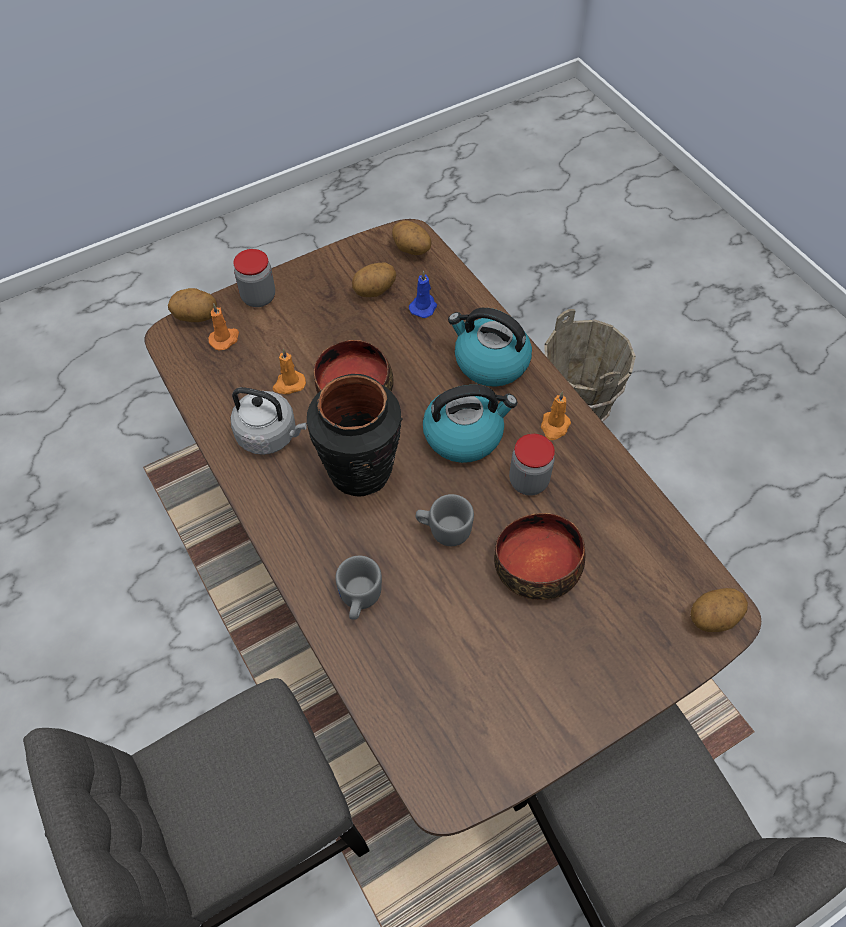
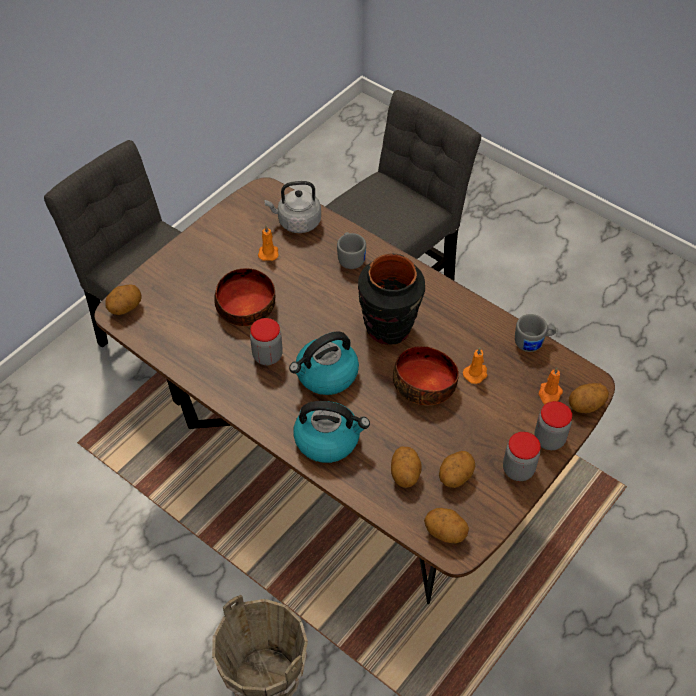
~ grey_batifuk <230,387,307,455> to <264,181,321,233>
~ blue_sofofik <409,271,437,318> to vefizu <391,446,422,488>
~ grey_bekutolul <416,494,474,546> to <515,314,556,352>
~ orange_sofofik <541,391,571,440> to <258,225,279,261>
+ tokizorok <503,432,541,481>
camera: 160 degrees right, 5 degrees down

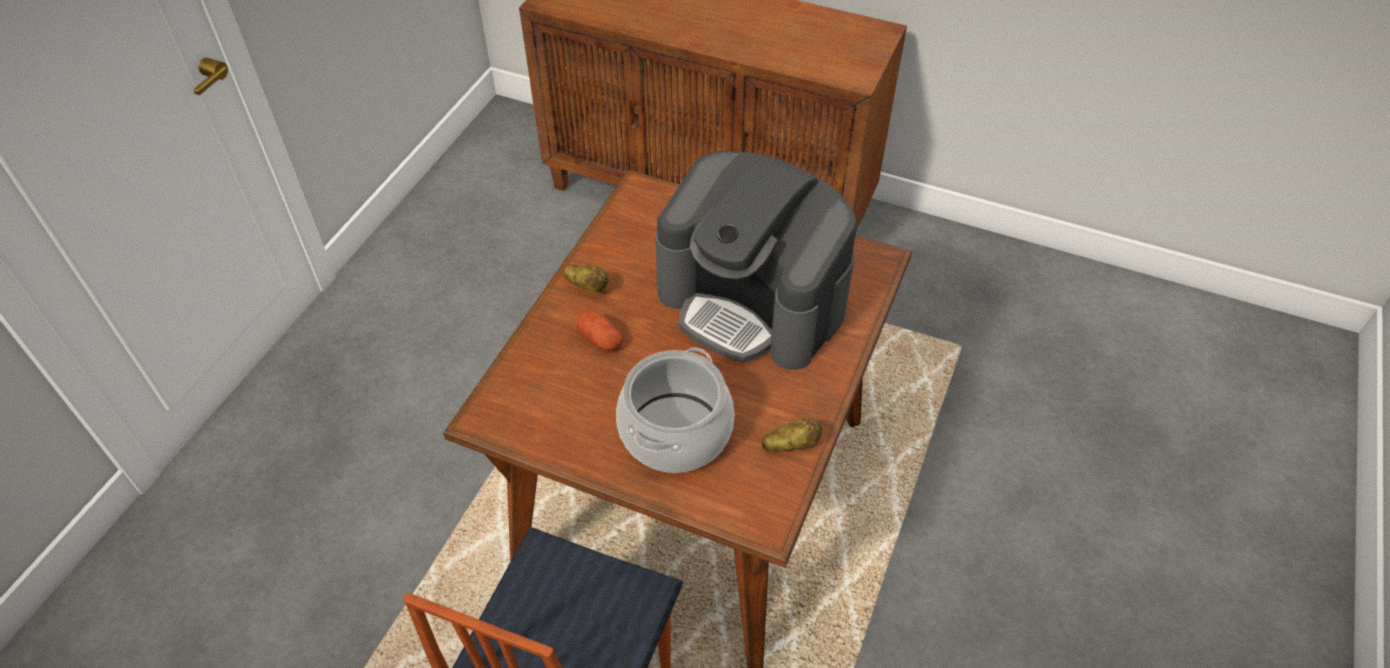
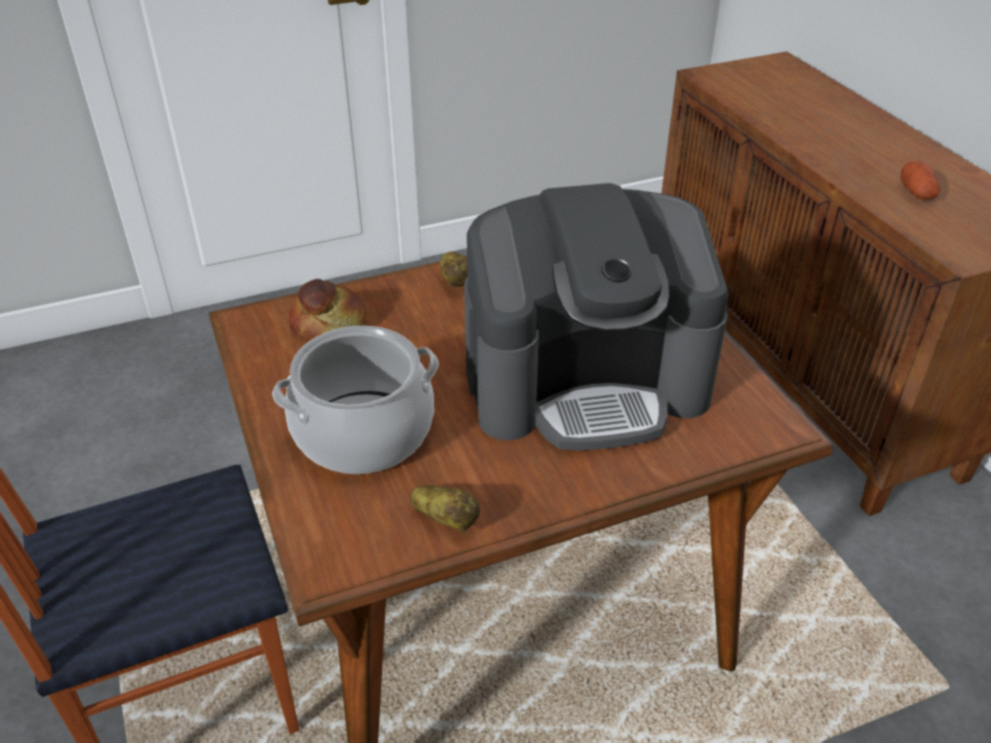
~ vefizu <577,310,623,351> to <900,161,940,200>
~ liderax <656,151,857,370> = <464,183,729,451> 90 degrees counterclockwise
+ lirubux <289,279,366,341>
camera: 45 degrees right, 10 degrees down

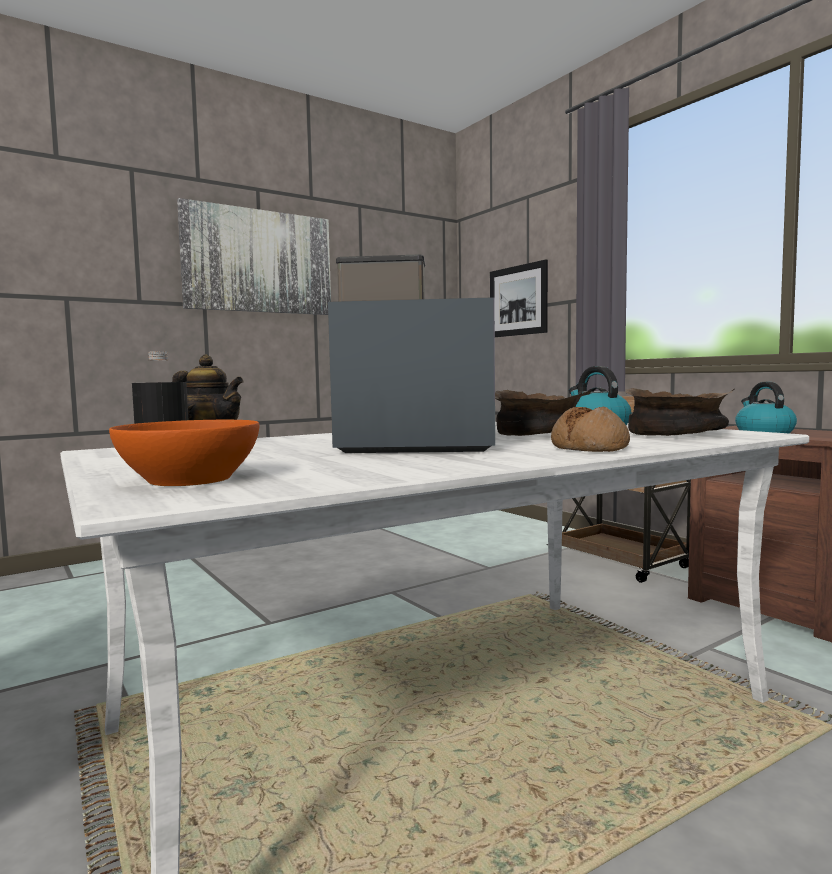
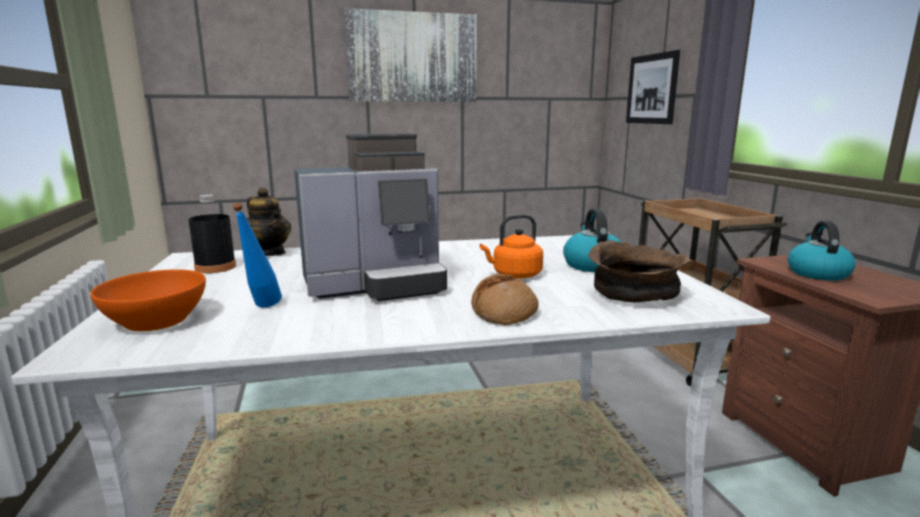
~ liderax <328,255,495,453> = <294,133,447,301> 135 degrees clockwise
~ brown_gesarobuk <495,390,591,436> to orange_batifuk <480,214,543,279>
+ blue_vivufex <232,203,282,308>
camera: 20 degrees right, 10 degrees up

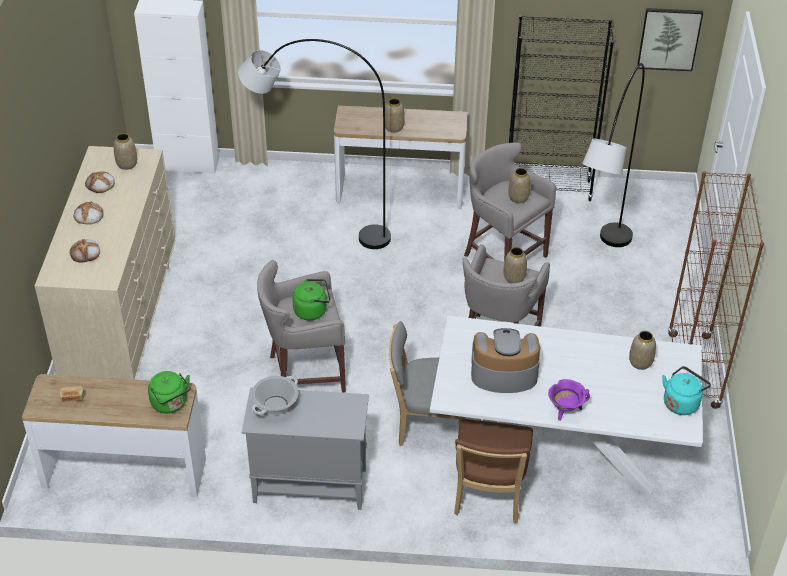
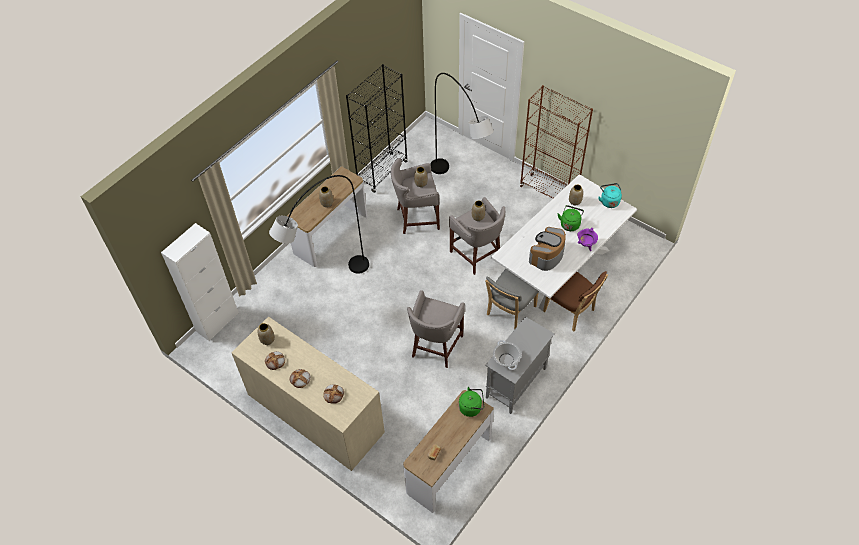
~ green_batifuk <292,279,330,320> to <558,205,584,231>
- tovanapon <637,8,703,71>
camera: 55 degrees left, 10 degrees up

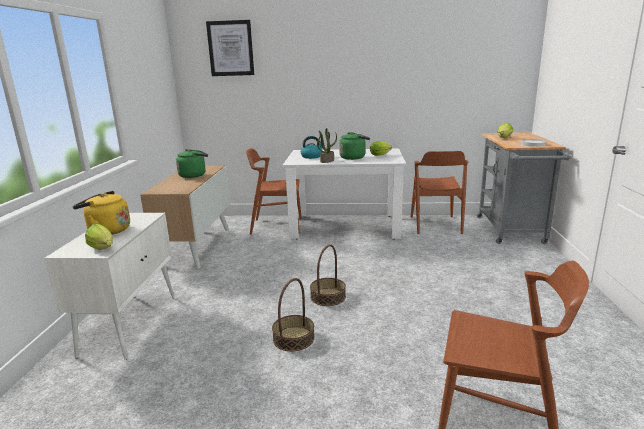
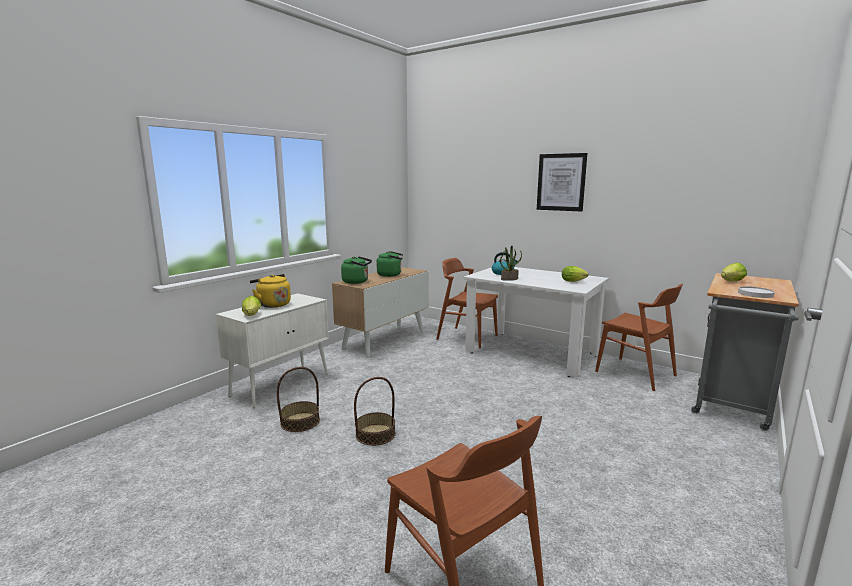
~ tovanapon <206,20,254,76> to <537,153,587,212>
~ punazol <310,244,346,306> to <277,367,320,432>
~ green_batifuk <339,132,370,160> to <341,256,372,284>
~ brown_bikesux <411,151,468,234> = <595,284,683,391> 75 degrees counterclockwise
camera: 30 degrees right, 5 degrees down

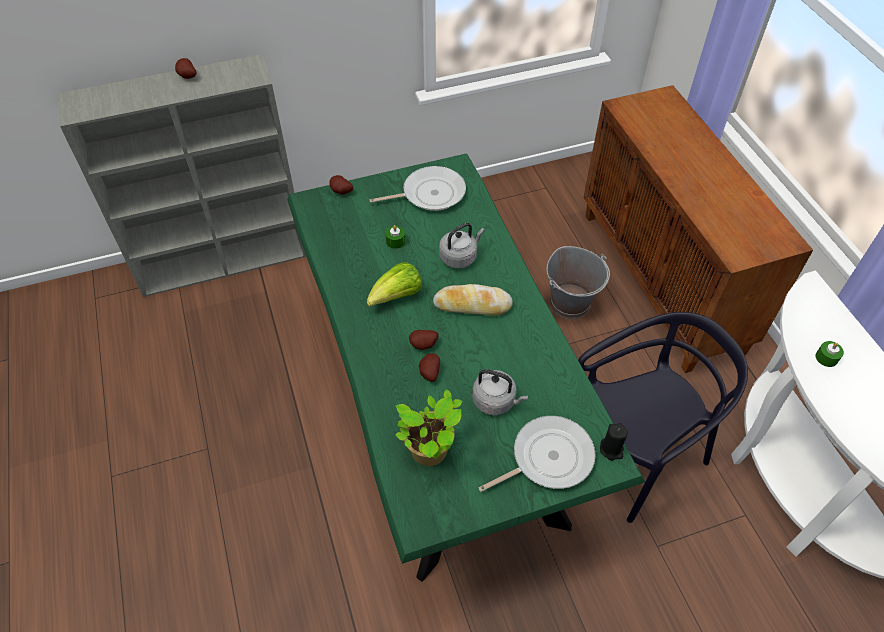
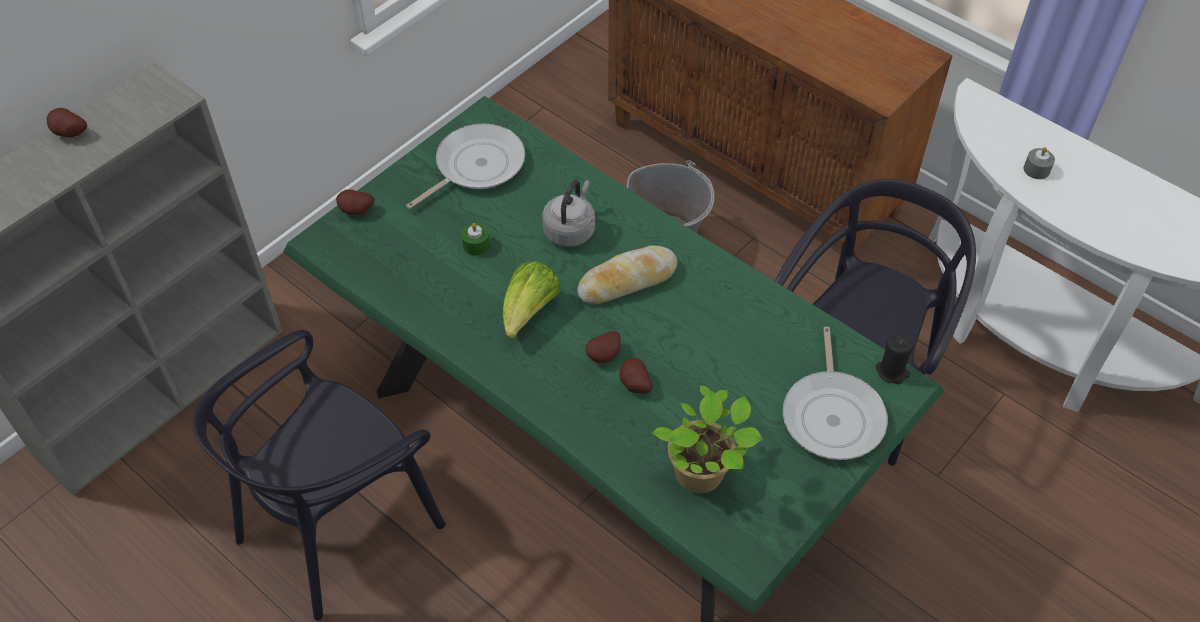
- grey_batifuk <472,369,528,415>
~ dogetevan <479,416,596,492> = <783,327,888,460> 150 degrees clockwise
~ green_sofofik <815,341,844,367> to grey_sofofik <1024,147,1055,179>
+ black_bikesux <193,330,446,621>
camera: 30 degrees left, 0 degrees up

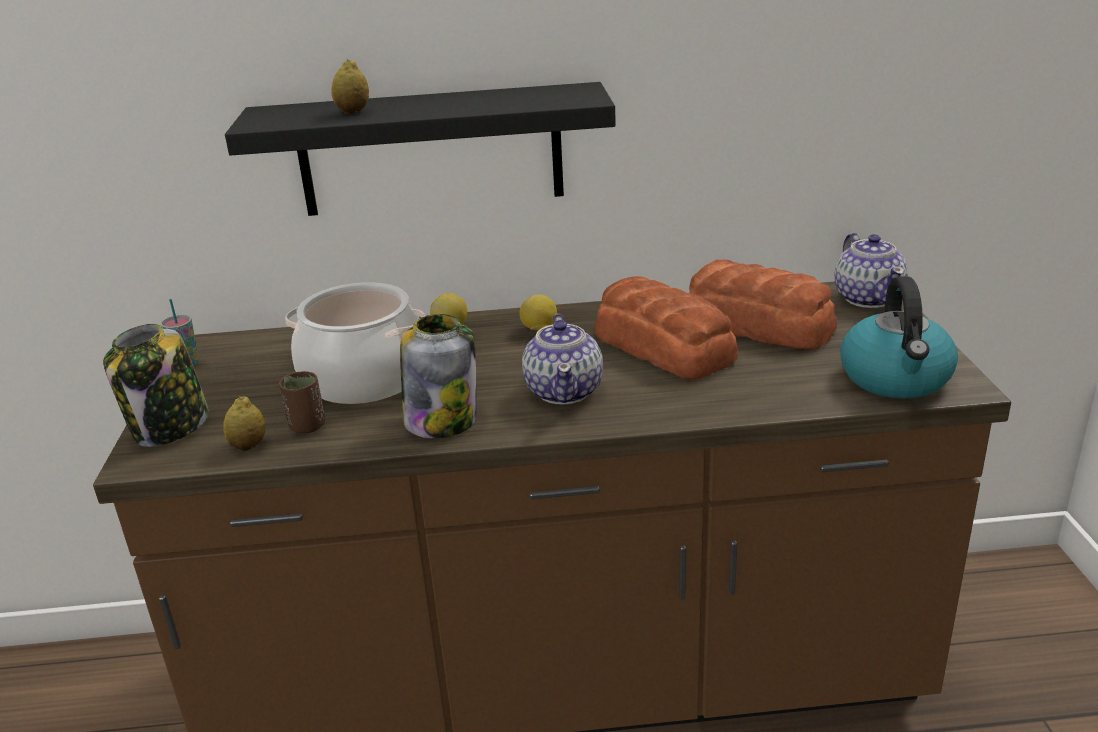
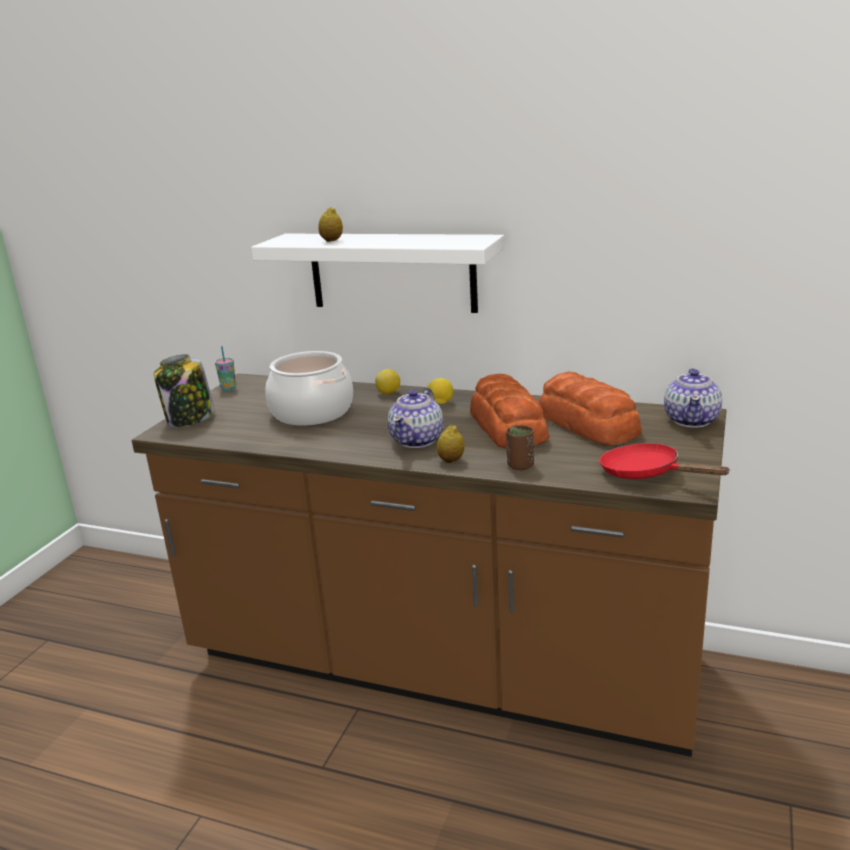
~ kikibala <223,396,265,451> to <437,425,465,463>
~ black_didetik <225,82,616,216> to white_didetik <251,234,504,313>
~ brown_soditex <279,371,325,434> to <506,425,534,470>
- tokizorok <400,314,476,438>
~ batifuk <840,276,958,399> to red_dogetevan <600,443,731,479>
camera: 25 degrees right, 5 degrees down

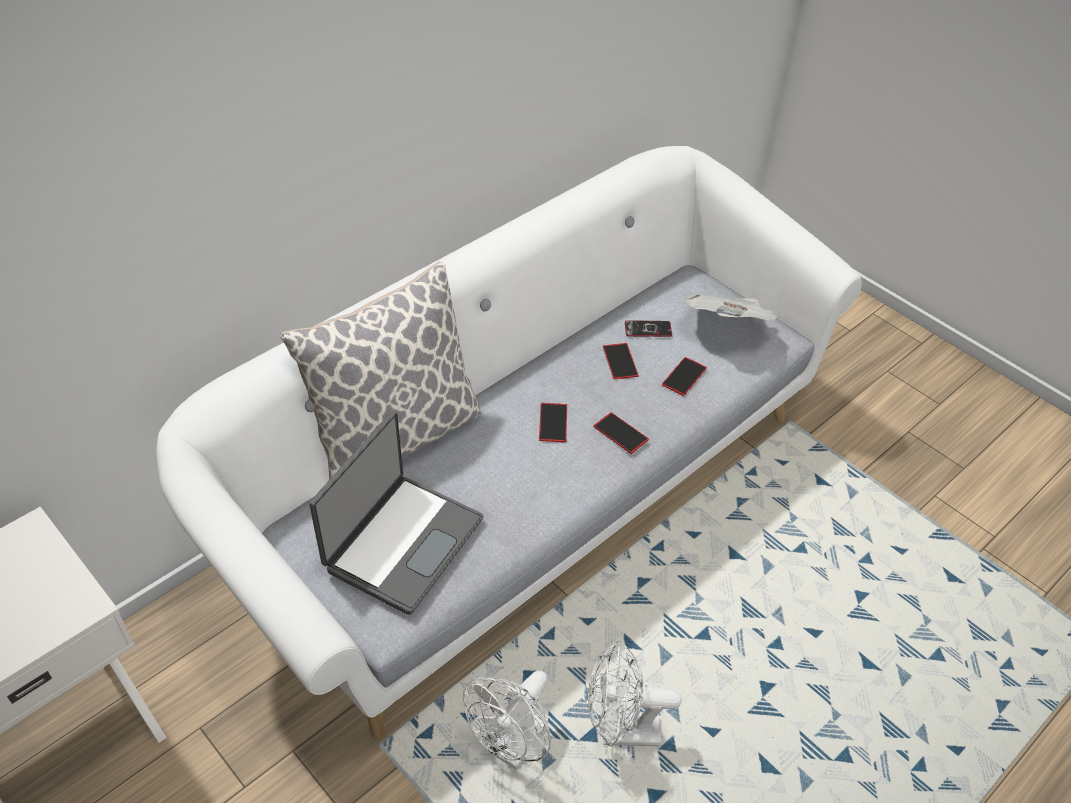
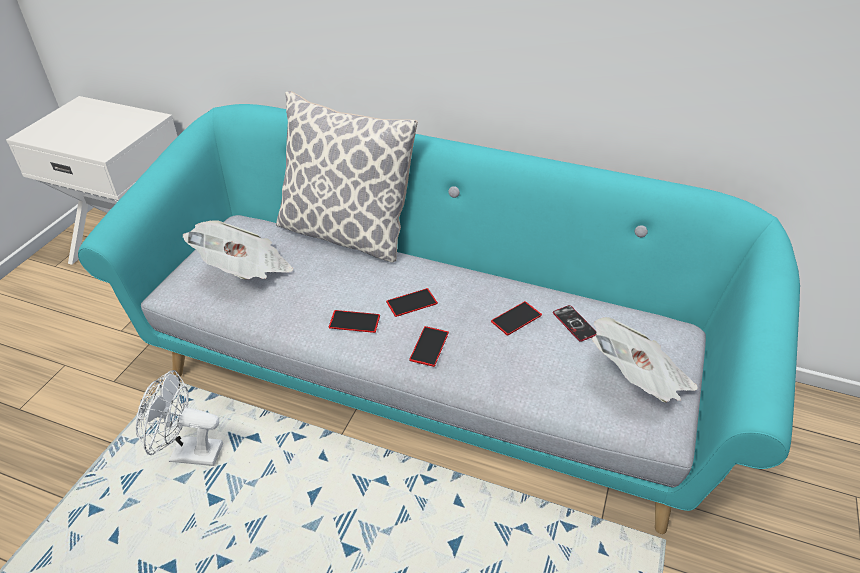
~ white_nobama <156,146,862,738> to turquoise_nobama <78,104,800,534>
~ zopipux <309,411,484,615> to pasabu <183,220,293,280>
- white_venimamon <588,640,682,747>
~ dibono <662,357,707,396> to <329,310,380,333>
camera: 65 degrees right, 5 degrees down

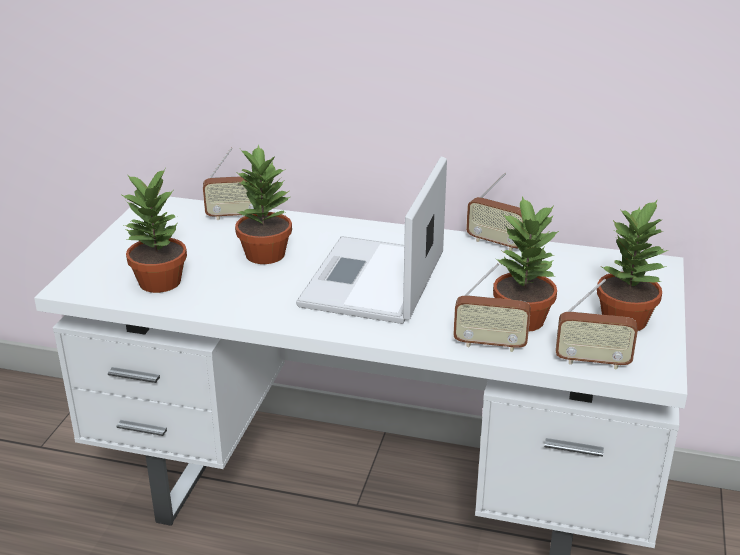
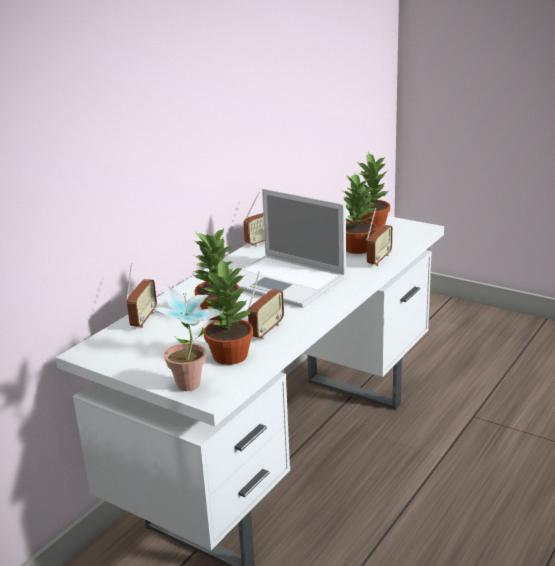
~ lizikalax <556,279,638,370> to <247,272,284,339>
+ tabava <154,284,224,391>
camera: 70 degrees left, 5 degrees down

